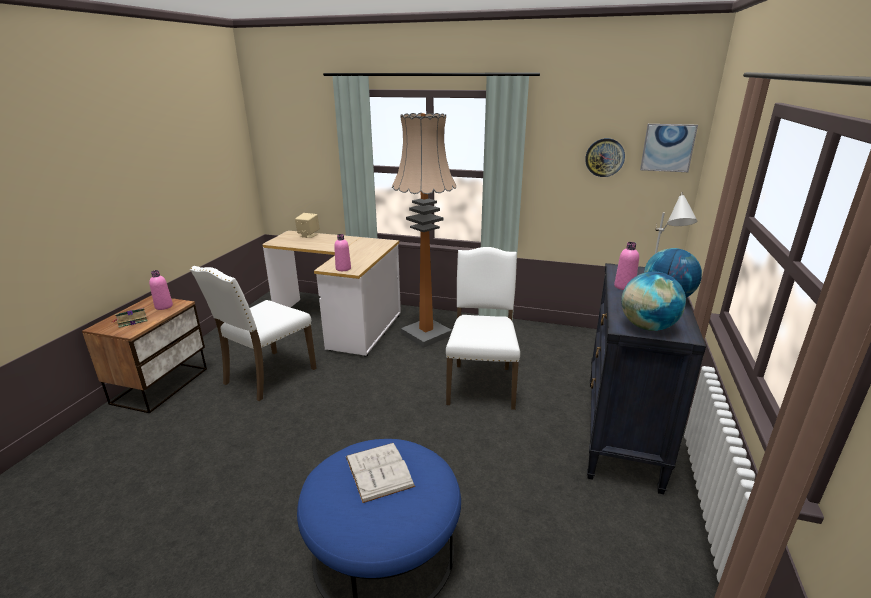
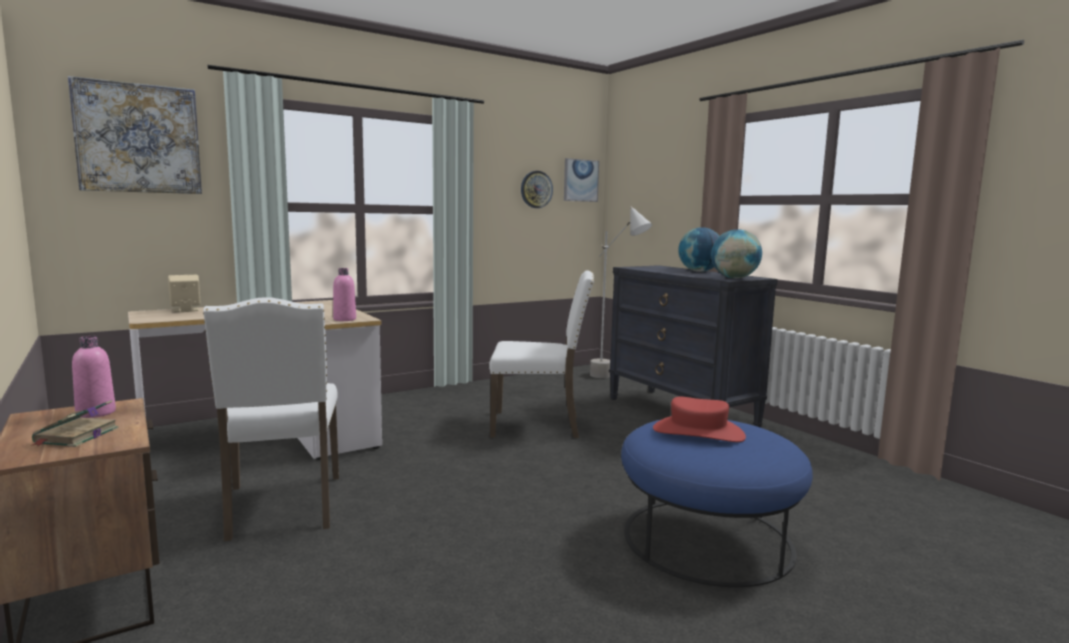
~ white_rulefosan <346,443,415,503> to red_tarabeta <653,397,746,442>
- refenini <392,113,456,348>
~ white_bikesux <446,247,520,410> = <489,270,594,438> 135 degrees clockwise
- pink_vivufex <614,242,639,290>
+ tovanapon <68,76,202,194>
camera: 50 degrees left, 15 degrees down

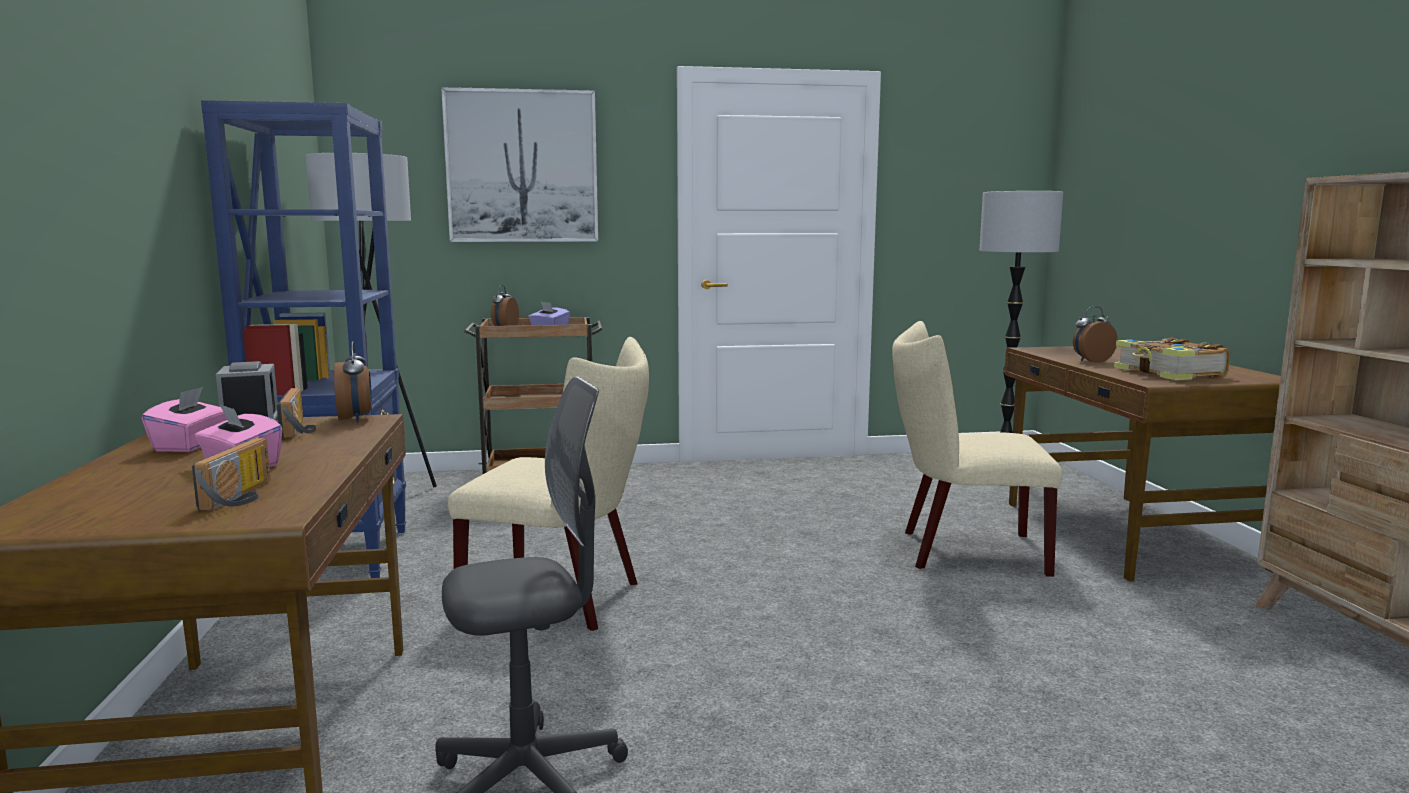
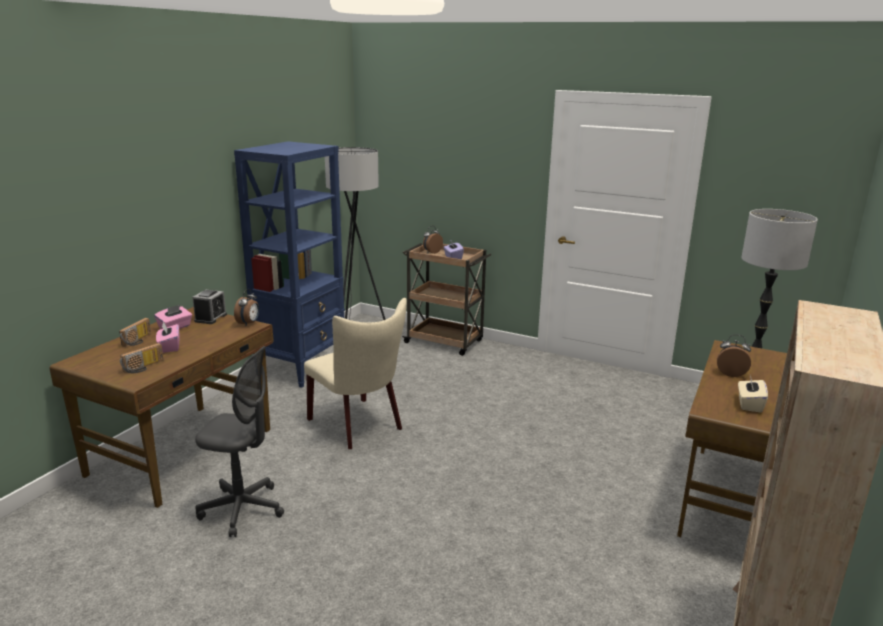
~ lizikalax <277,388,316,438> to <119,318,151,347>
- tovanapon <441,87,598,242>
- beige_bikesux <892,321,1063,577>
~ rulefosan <1114,338,1230,380> to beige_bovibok <738,374,768,413>
camera: 35 degrees right, 10 degrees up

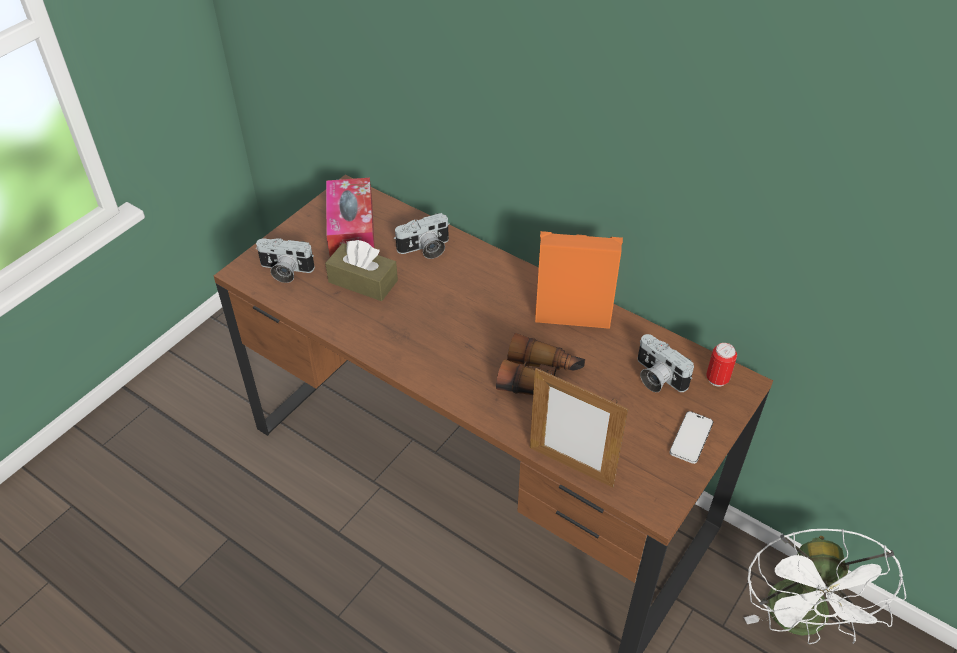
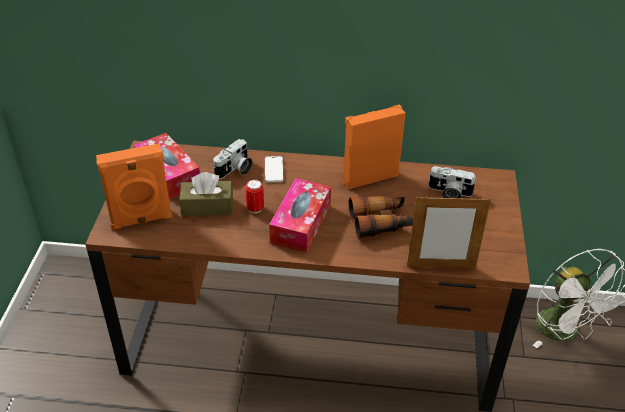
~ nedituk <256,238,315,283> to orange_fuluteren <96,144,172,230>
~ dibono <669,411,713,464> to <265,156,284,182>
~ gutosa <706,343,737,387> to <245,179,264,214>
+ bovibok <269,178,331,253>
camera: 30 degrees left, 5 degrees down

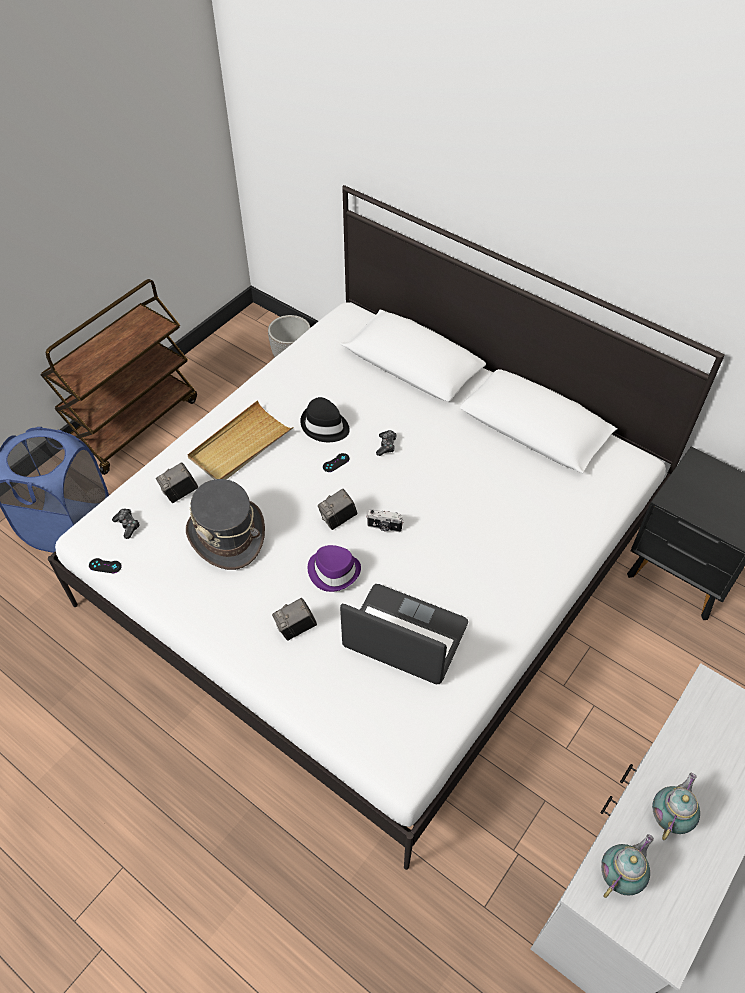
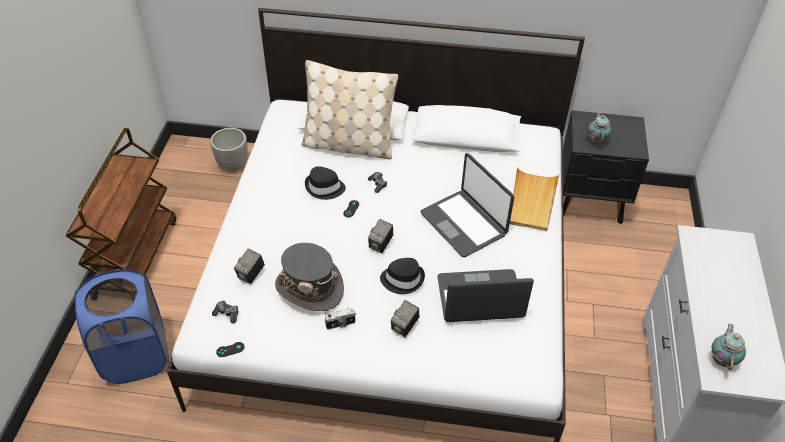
~ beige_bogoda <188,400,293,479> to <510,167,559,231>
~ purple_tarabeta <308,545,361,592> to black_tarabeta <380,258,425,294>
~ nedituk <366,509,404,532> to <324,308,356,330>
~ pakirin <652,773,700,840> to <588,113,611,143>
+ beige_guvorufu <301,60,398,159>
+ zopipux <420,153,514,257>
camera: 30 degrees left, 5 degrees down

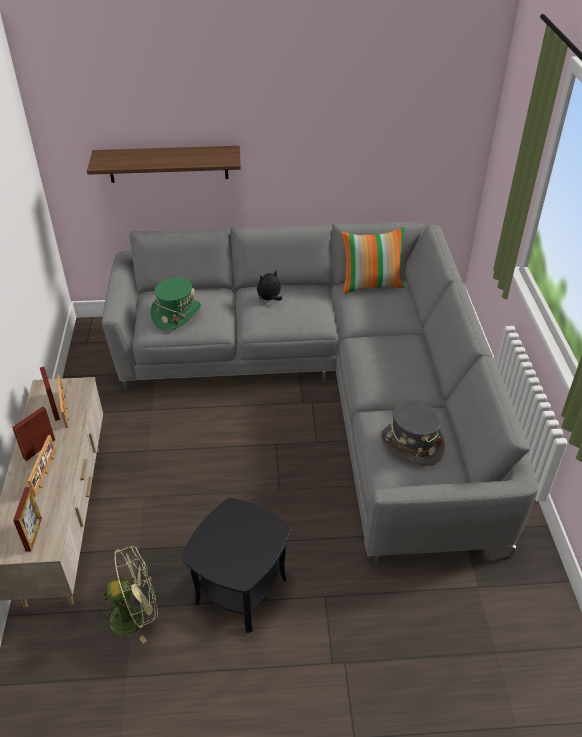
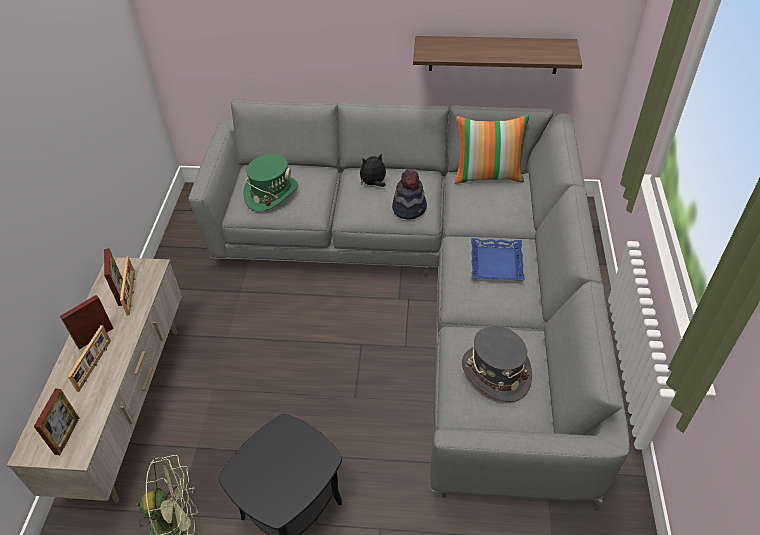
~ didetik <87,146,241,183> to <413,36,582,74>
+ tarabeta <392,169,427,219>
+ blue_bogoda <471,238,525,280>
camera: 10 degrees right, 5 degrees up

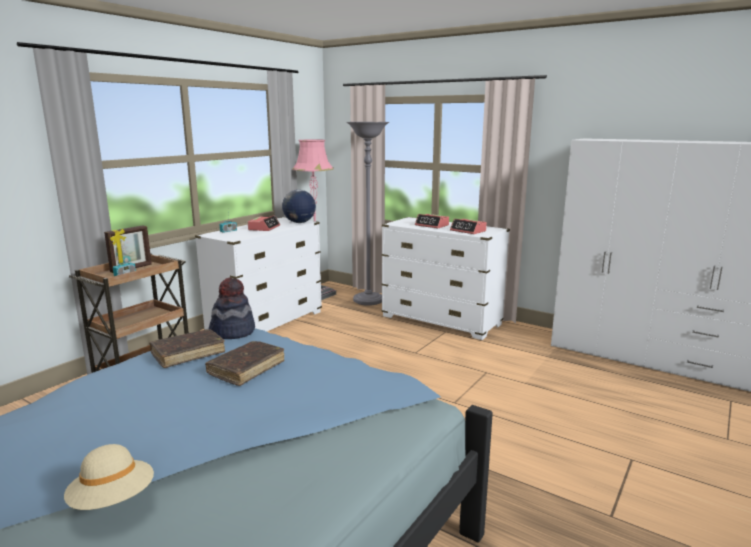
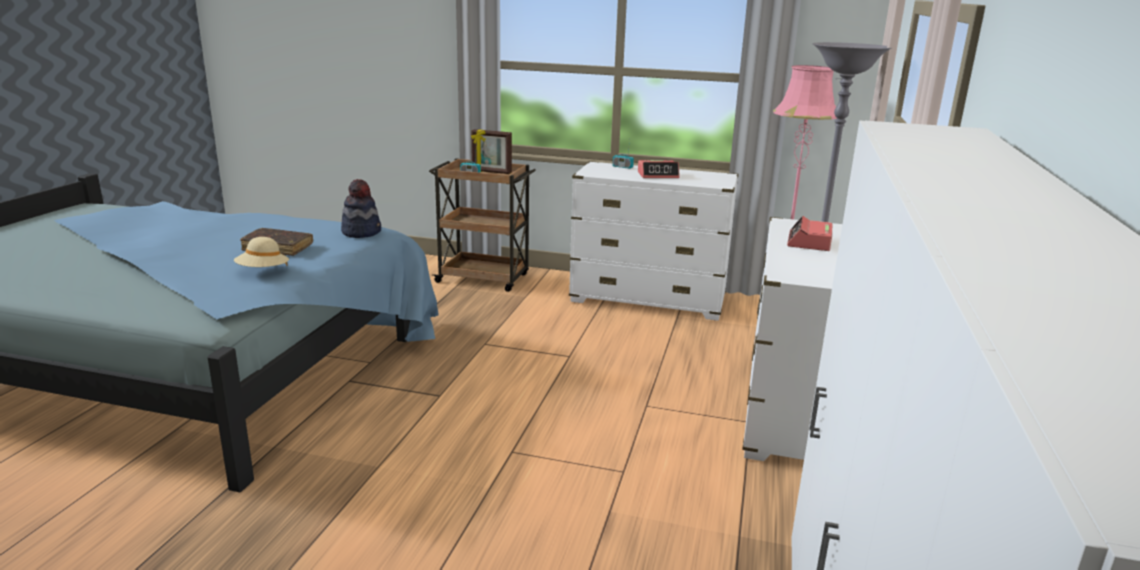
~ beige_tarabeta <64,444,154,510> to <234,237,289,267>
- brown_rulefosan <149,329,225,368>
- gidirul <282,190,316,223>
- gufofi <450,219,487,234>
camera: 70 degrees right, 5 degrees up

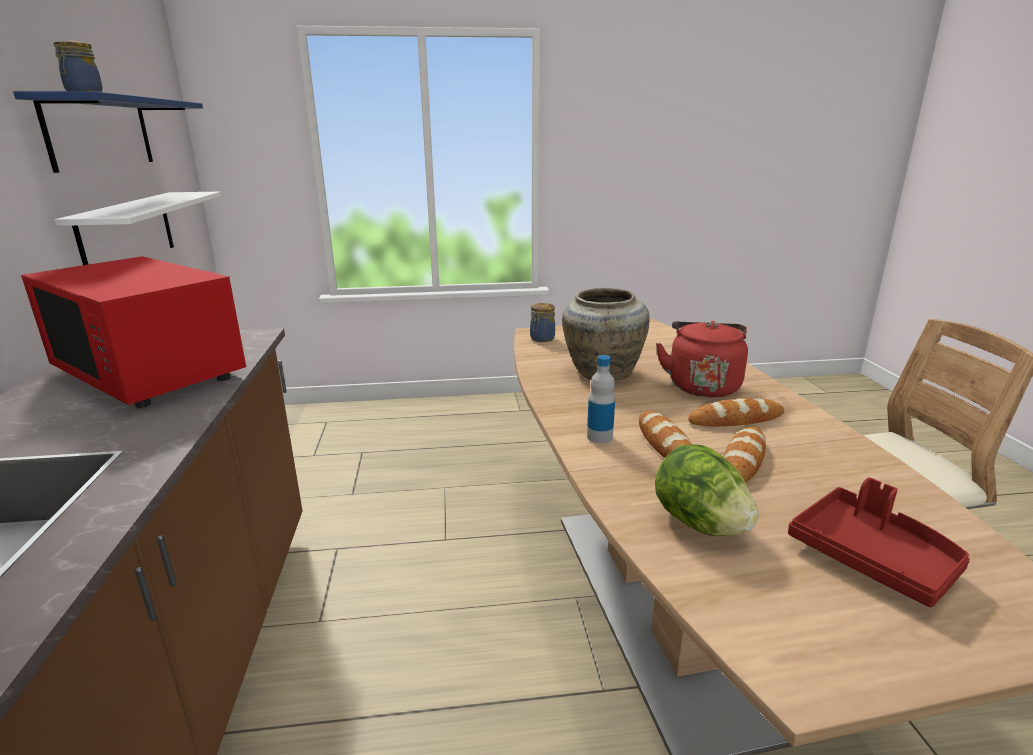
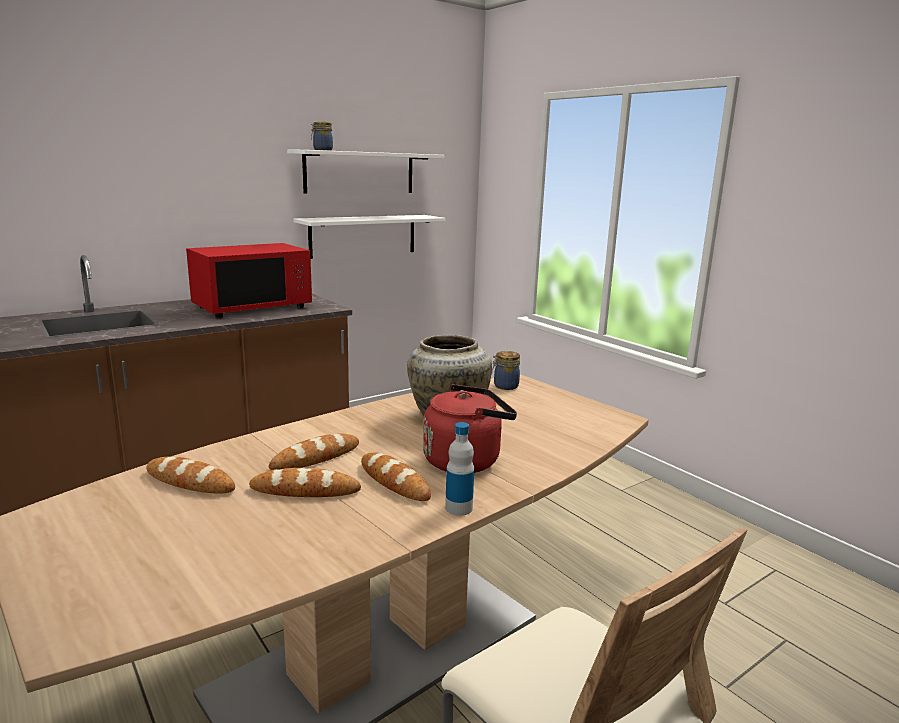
~ blue_didetik <13,91,203,173> to white_didetik <287,149,444,194>
~ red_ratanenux <21,256,246,408> = <186,243,312,318> 135 degrees counterclockwise
~ vivufex <587,355,615,444> to <445,422,474,516>
~ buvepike <655,444,759,536> to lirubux <146,456,235,493>
- red_bogoda <788,478,970,607>
camera: 60 degrees right, 5 degrees down

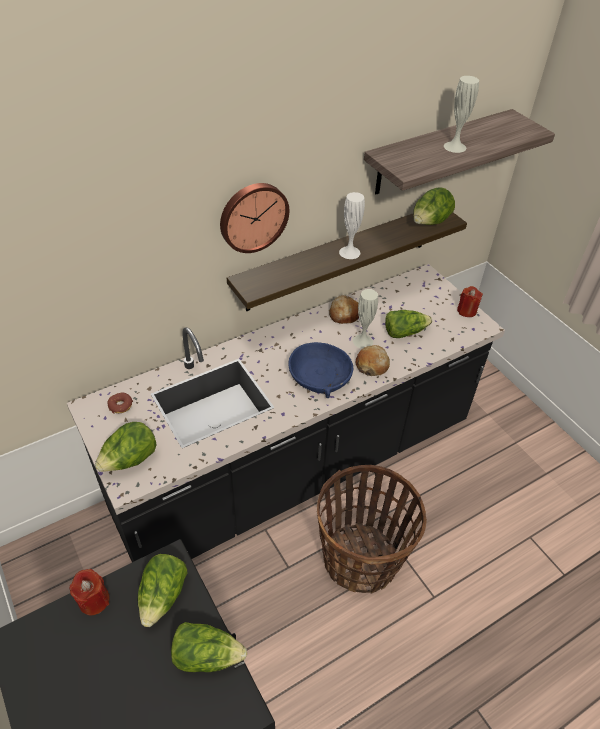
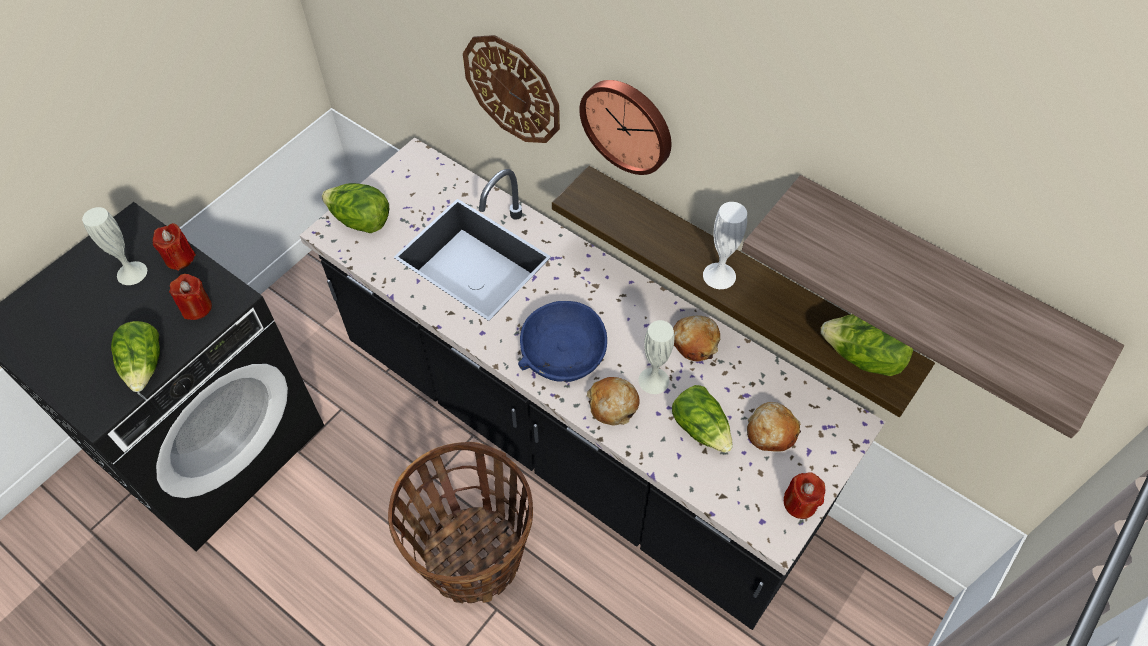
- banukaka <107,392,133,414>
~ buvepike <138,554,188,627> to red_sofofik <169,274,212,320>
~ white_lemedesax <444,76,479,153> to <82,207,147,285>
+ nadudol <463,35,560,143>
+ lirubux <747,402,801,452>
camera: 70 degrees right, 10 degrees up

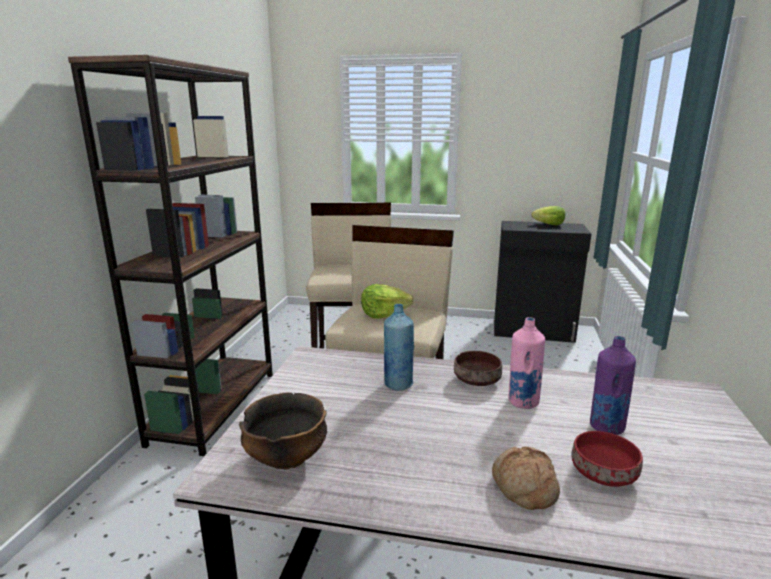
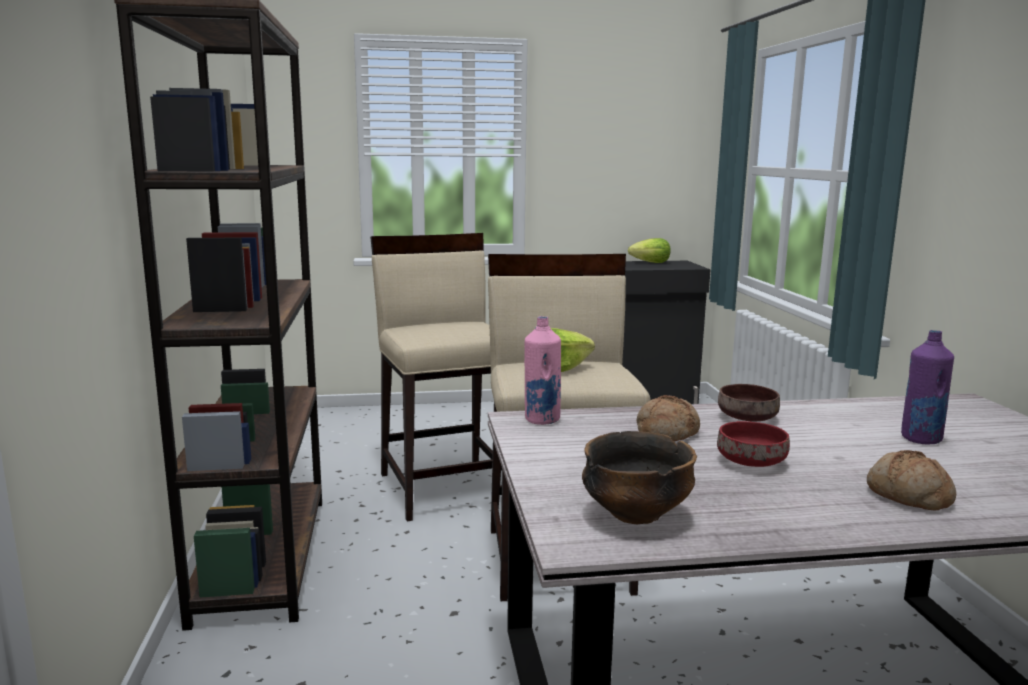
~ blue_vivufex <384,304,414,391> to lirubux <637,395,700,441>
~ pink_vivufex <508,317,545,409> to <524,316,561,425>
~ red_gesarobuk <572,431,643,487> to <717,421,790,467>
camera: 20 degrees left, 5 degrees down

